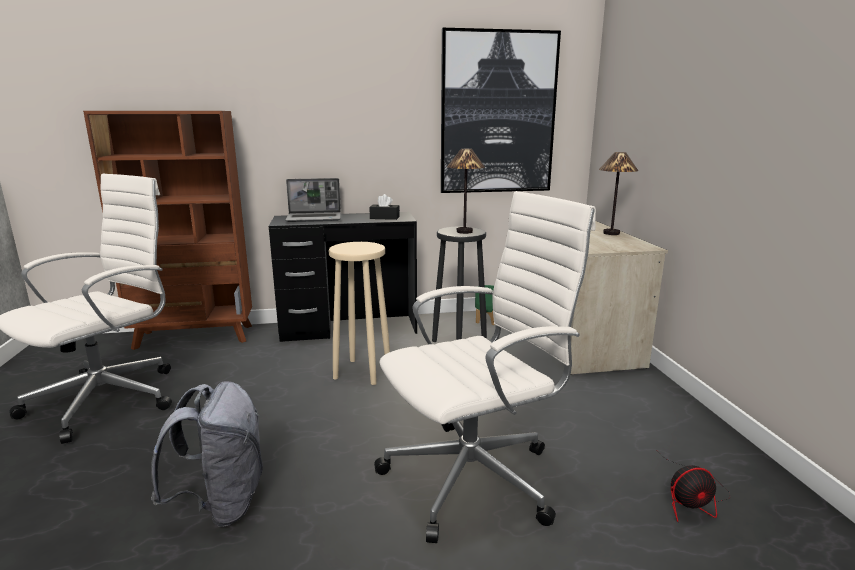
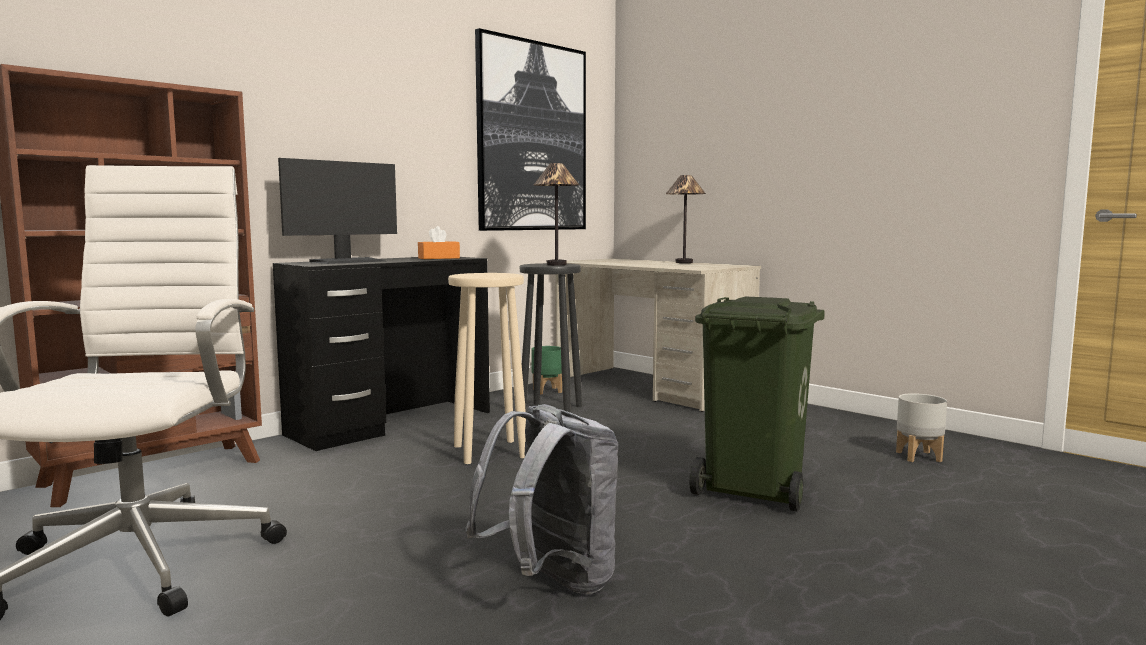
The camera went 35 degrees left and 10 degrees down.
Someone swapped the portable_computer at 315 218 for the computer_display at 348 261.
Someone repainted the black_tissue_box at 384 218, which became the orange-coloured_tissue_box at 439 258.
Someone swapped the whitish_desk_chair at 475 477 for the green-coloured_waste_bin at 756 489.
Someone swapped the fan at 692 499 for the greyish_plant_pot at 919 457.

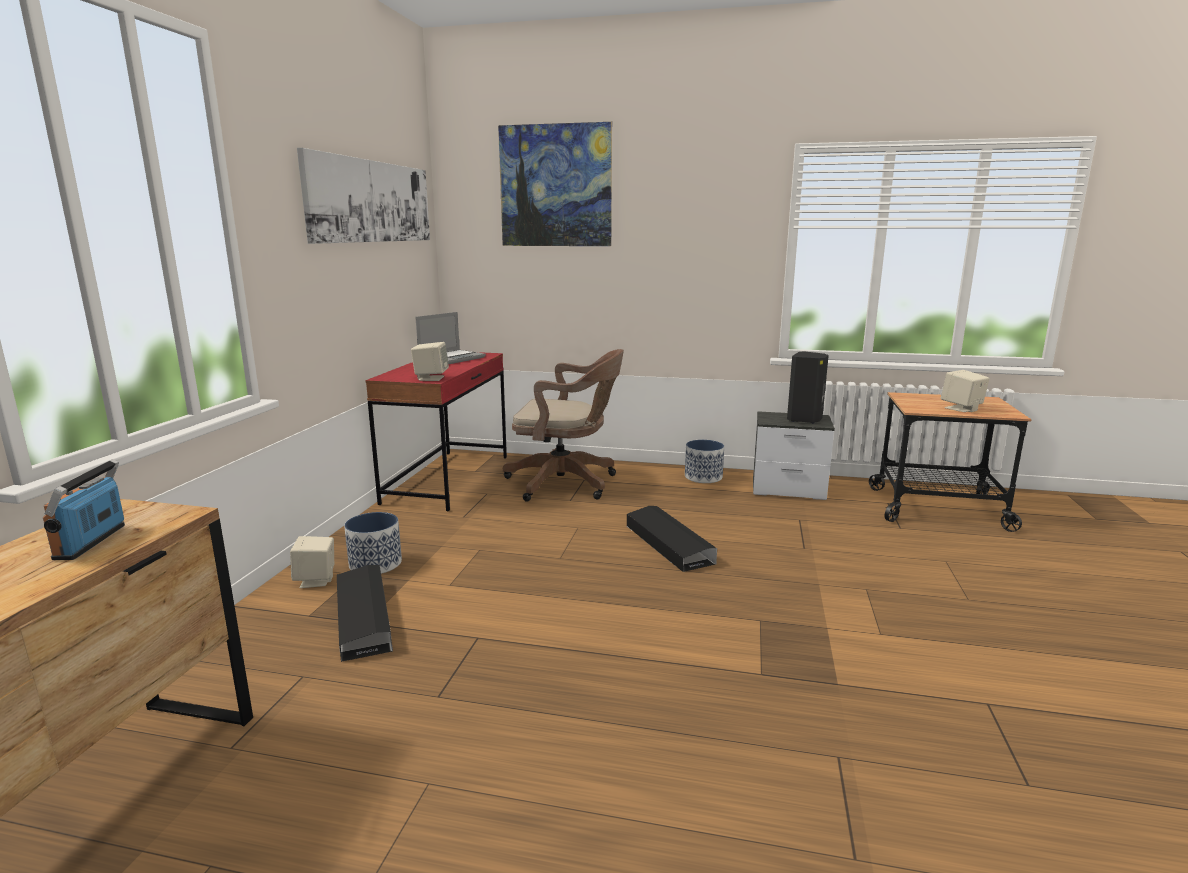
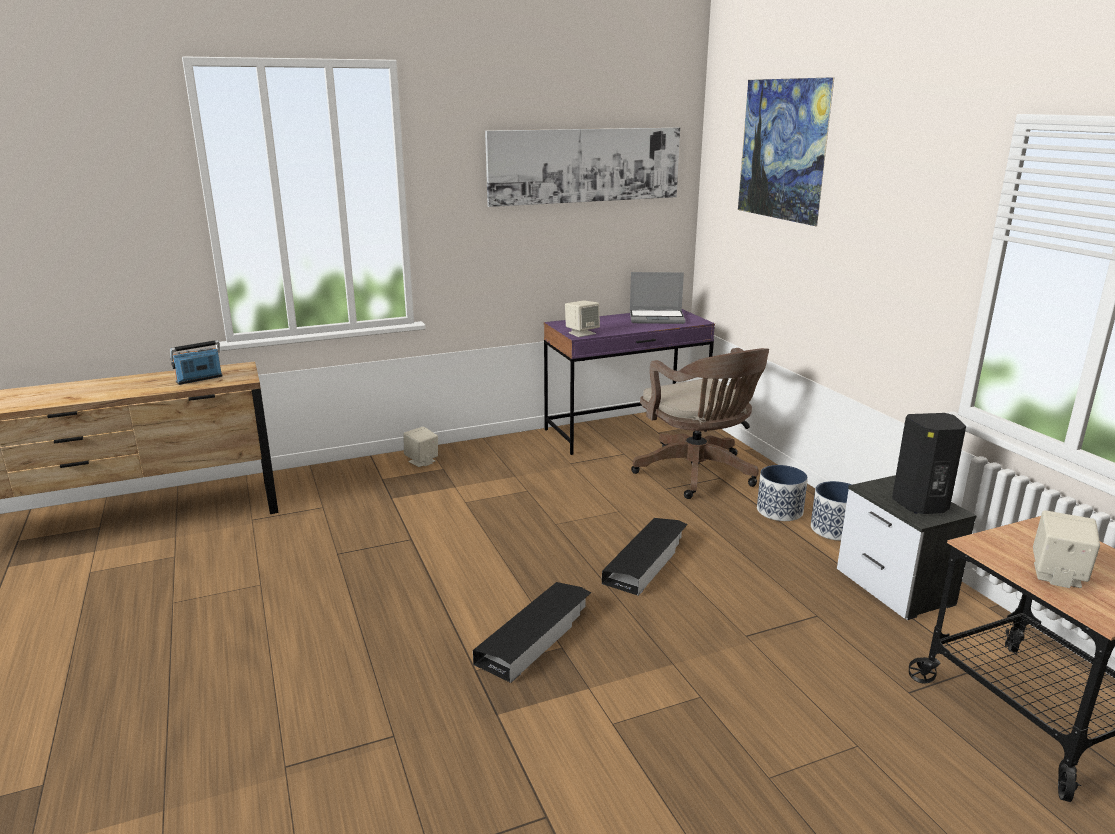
The camera went 55 degrees right and 5 degrees up.
Someone carried the black_storage_bin from 363 618 to 535 636.
Someone repainted the red-coloured_desk at 448 479, which became the purplish_desk at 625 430.
Someone carried the plant_pot from 375 564 to 779 511.

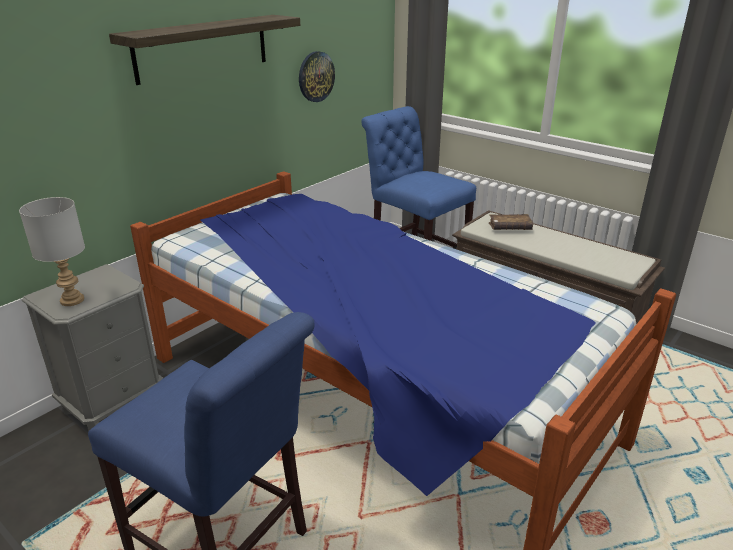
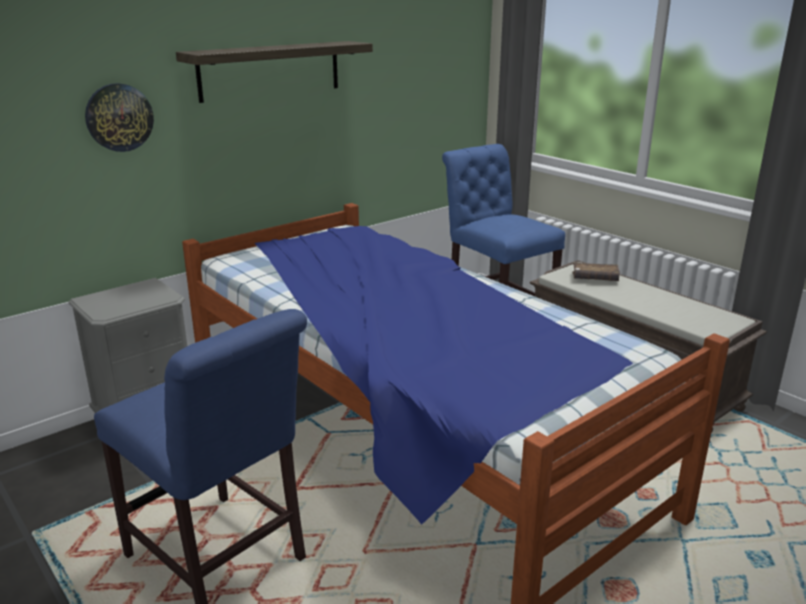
The camera went 10 degrees right and 5 degrees down.
Someone carried the clock_on_the_wall from 316 76 to 119 117.
Someone took away the greyish_lamp_for_a_table at 73 300.

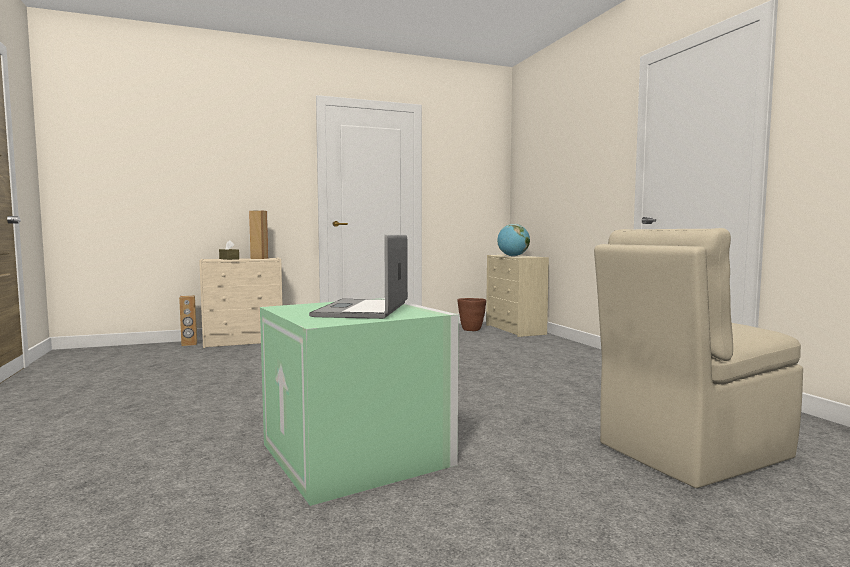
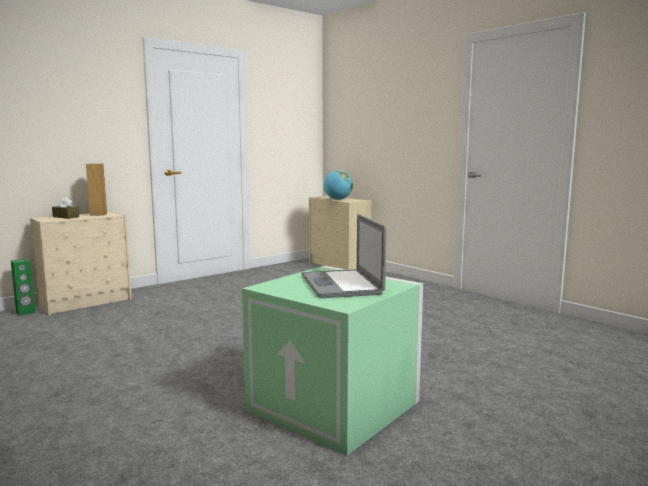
The camera went 20 degrees left and 5 degrees up.
Someone repainted the brownish_loudspeaker at 189 344, which became the green-coloured_loudspeaker at 25 312.
Someone took away the brownish_plant_pot at 471 330.
Someone took away the beige-coloured_upright_chair at 690 451.

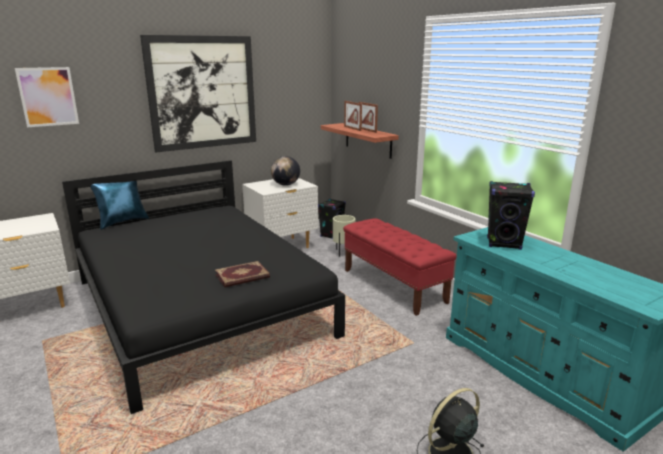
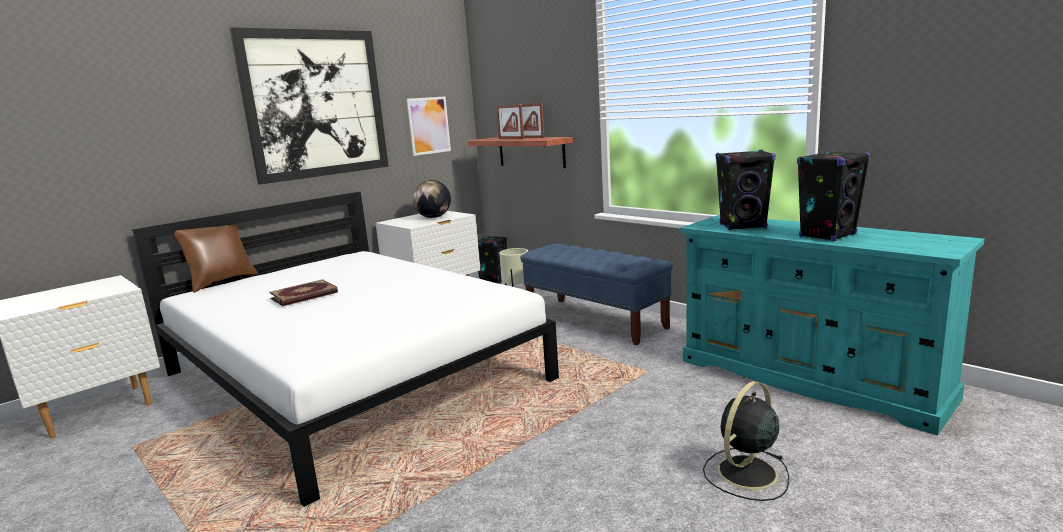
The camera went 10 degrees left and 5 degrees down.
Someone repainted the black_bed at 200 306, which became the whitish_bed at 352 376.
Someone repainted the bluish_throw_pillow at 122 222, which became the brownish_throw_pillow at 221 282.
Someone carried the book from 242 276 to 304 296.
Someone carried the wall_picture from 48 97 to 429 125.
Someone repainted the red-coloured_bench at 394 286, which became the bluish_bench at 595 320.
Someone put down the black_loudspeaker at 827 236.

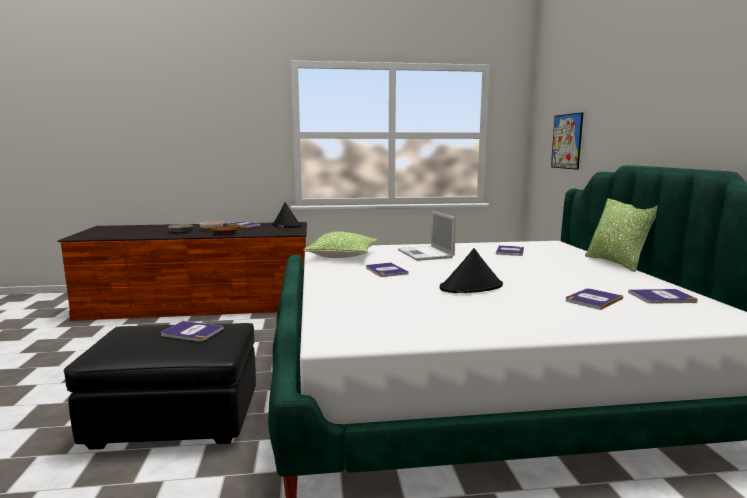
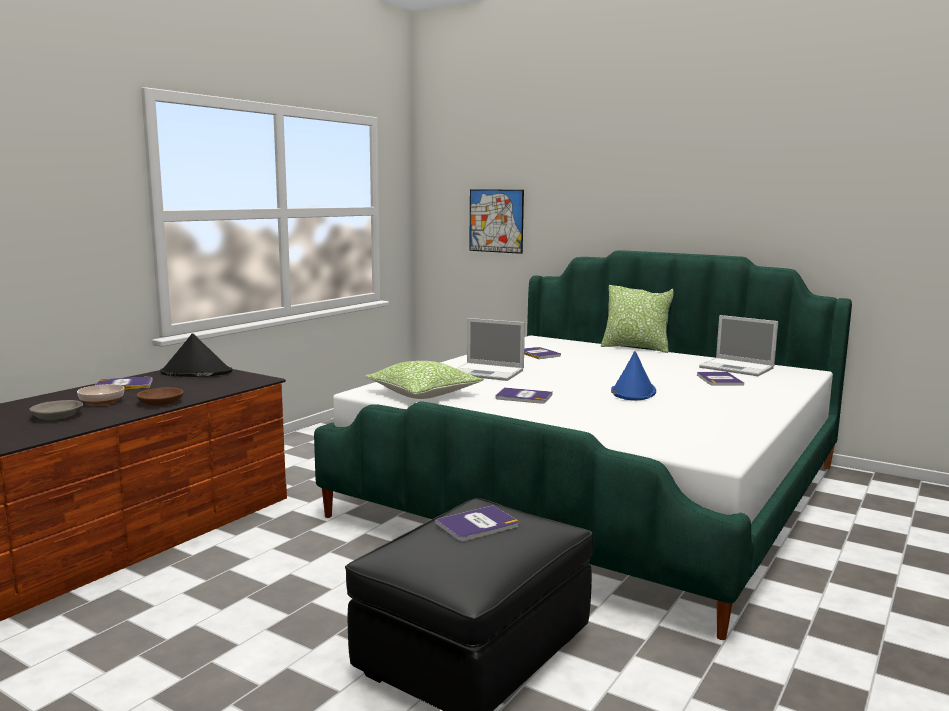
The camera went 50 degrees left and 0 degrees up.
Someone repainted the black_hat at 471 287, which became the bluish_hat at 633 392.
Someone swapped the book at 662 297 for the portable_computer at 738 368.

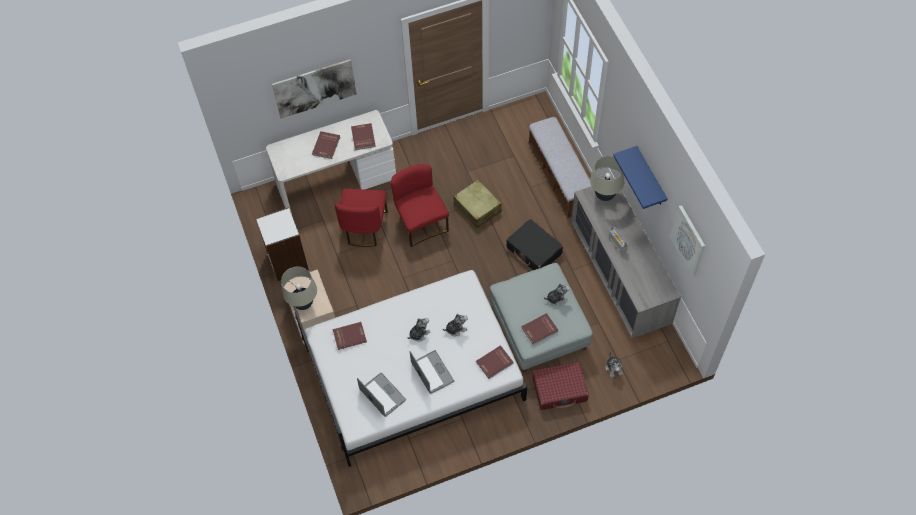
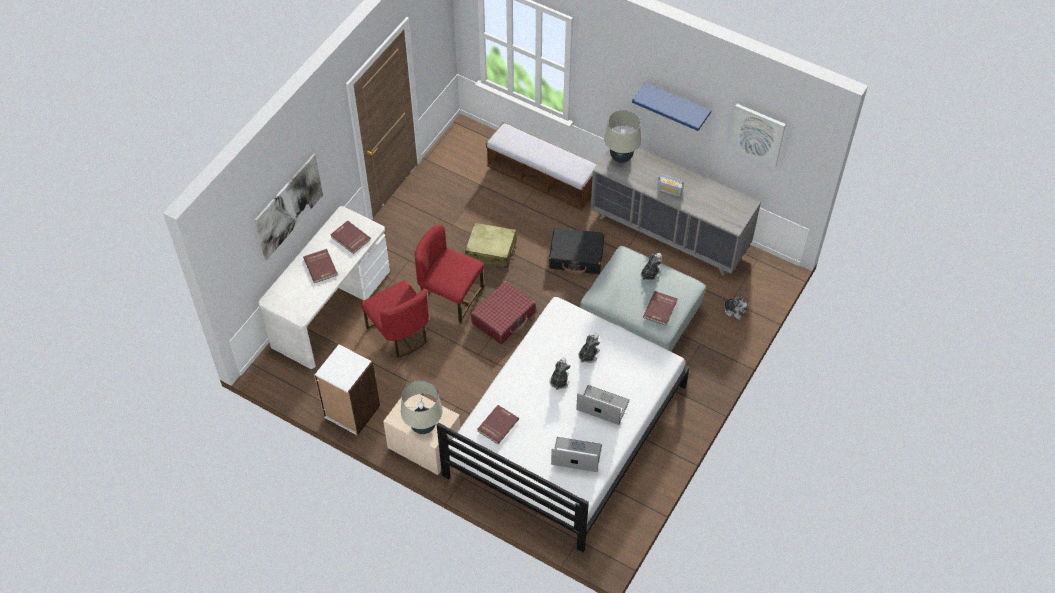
The camera went 40 degrees left and 5 degrees down.
Someone carried the red-coloured_suitcase from 559 389 to 503 318.
Someone took away the red-coloured_book at 495 363.

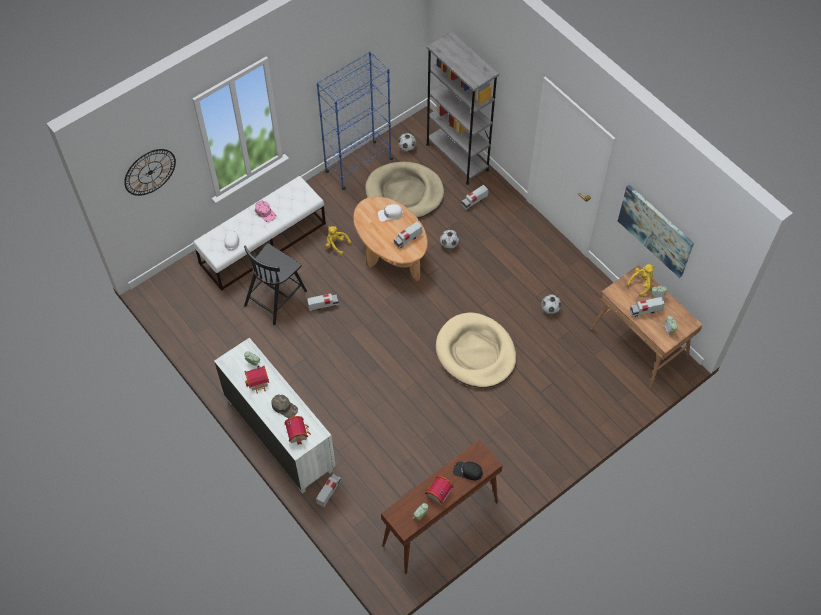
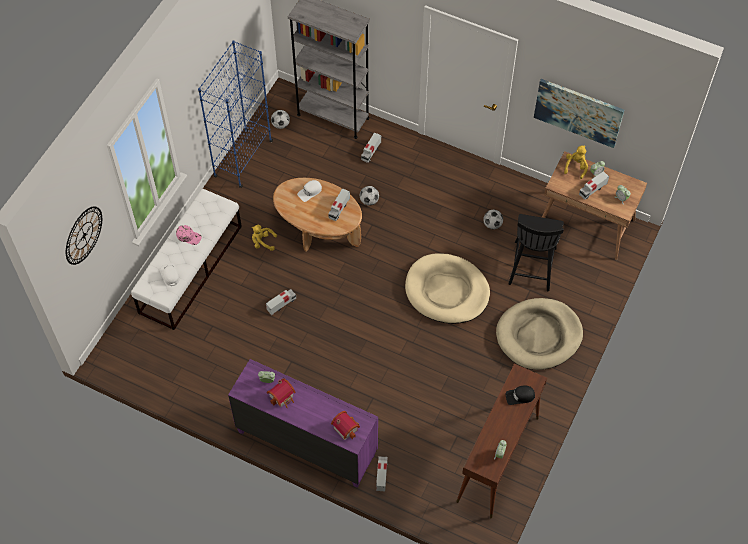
The camera went 25 degrees left and 0 degrees up.
Someone repainted the whitish_dresser at 280 434, which became the purplish_dresser at 306 442.
Someone carried the beige-coloured_dog_bed from 404 193 to 538 335.
Someone carried the black_upright_chair from 276 297 to 532 265.
Someone took away the green-coloured_cap at 284 407.
Someone took away the model_house at 437 493.

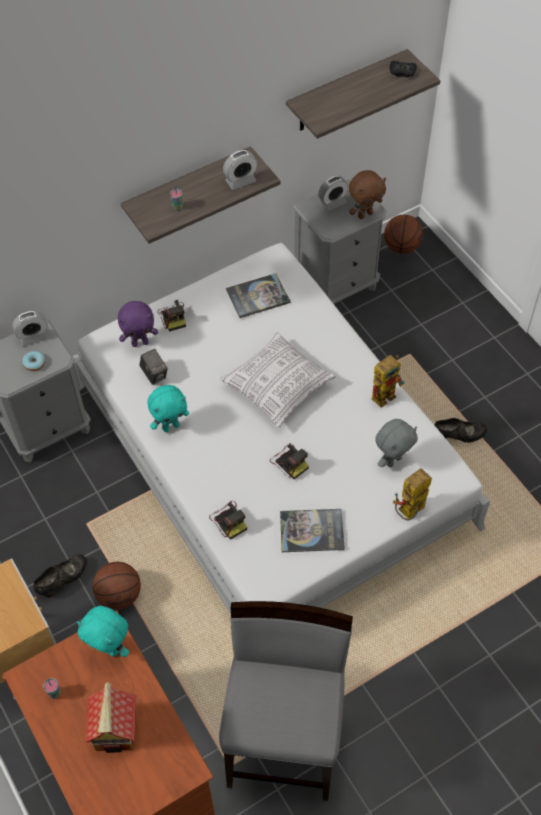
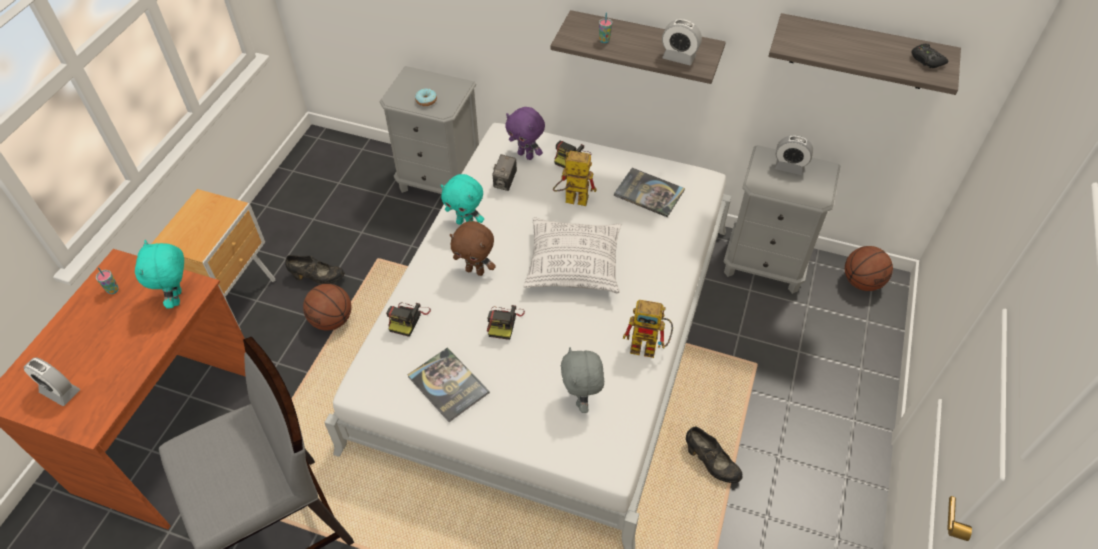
The camera went 50 degrees right and 5 degrees down.
Someone carried the alarm_clock from 33 337 to 60 391.
Someone carried the brownish_cuddly_toy from 365 214 to 475 270.
Someone carried the model_robot from 409 513 to 571 200.
Someone rotated the greyish_cuddly_toy at 393 460 by 75 degrees clockwise.
Someone took away the model_house at 116 730.

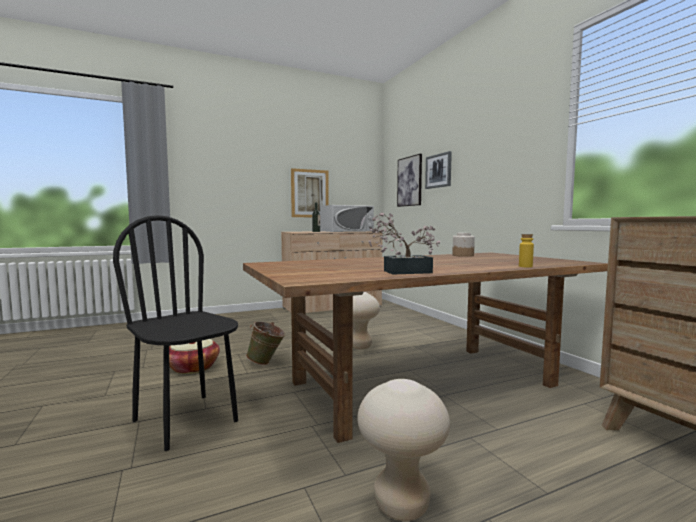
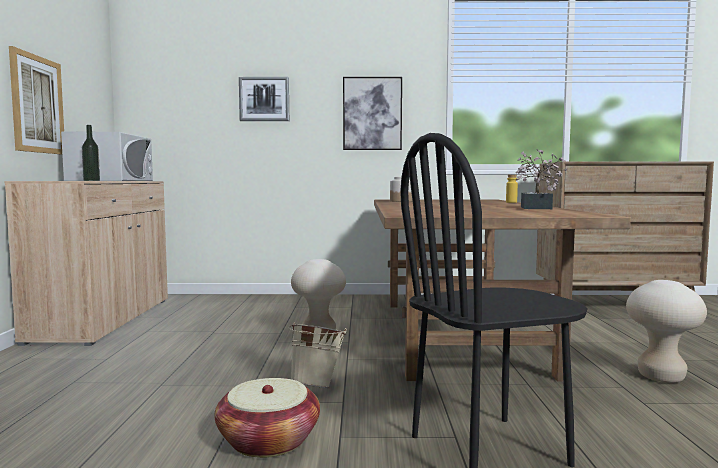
The camera went 65 degrees left and 0 degrees up.
Someone repainted the green-coloured_water_bucket at 267 363, which became the beige-coloured_water_bucket at 317 387.
Someone carried the wall_picture from 409 181 to 372 114.

